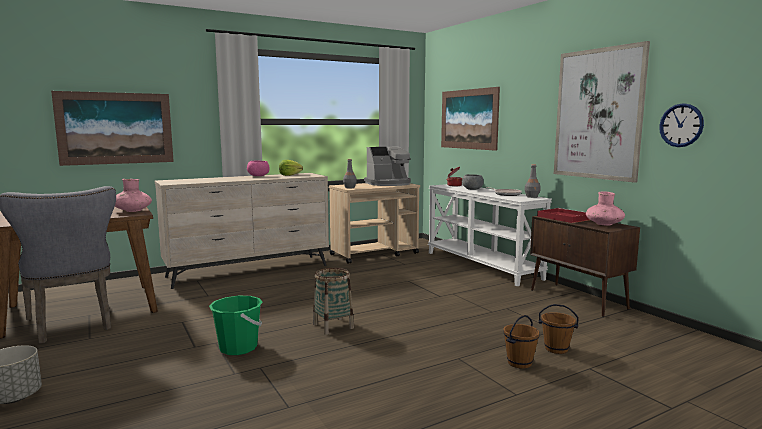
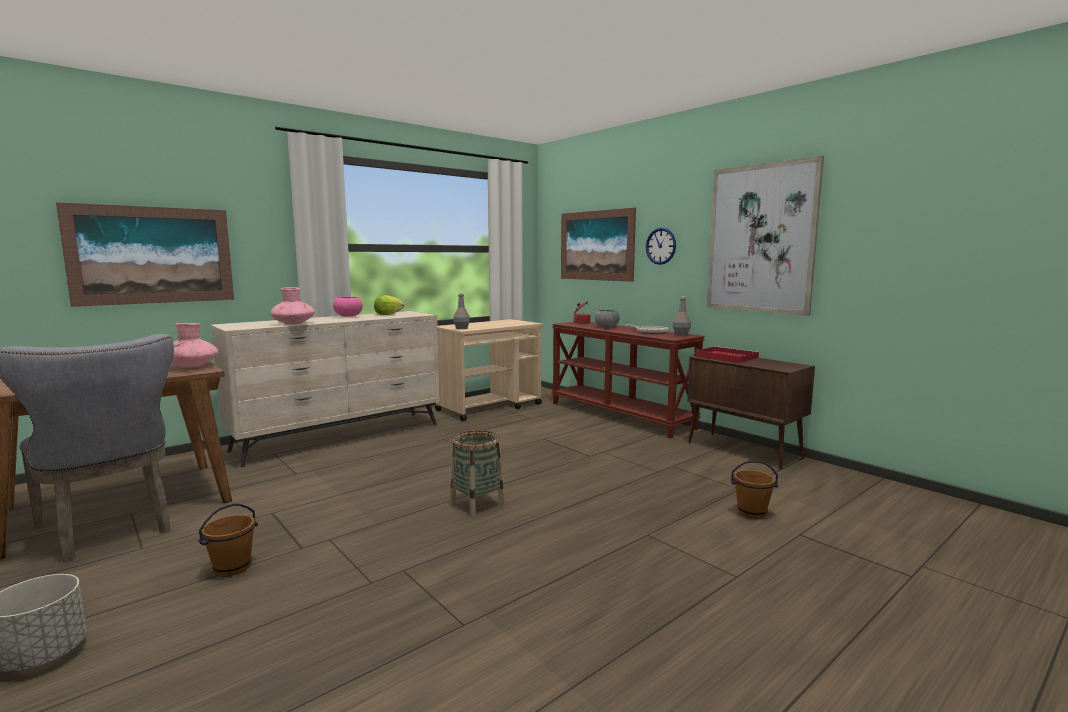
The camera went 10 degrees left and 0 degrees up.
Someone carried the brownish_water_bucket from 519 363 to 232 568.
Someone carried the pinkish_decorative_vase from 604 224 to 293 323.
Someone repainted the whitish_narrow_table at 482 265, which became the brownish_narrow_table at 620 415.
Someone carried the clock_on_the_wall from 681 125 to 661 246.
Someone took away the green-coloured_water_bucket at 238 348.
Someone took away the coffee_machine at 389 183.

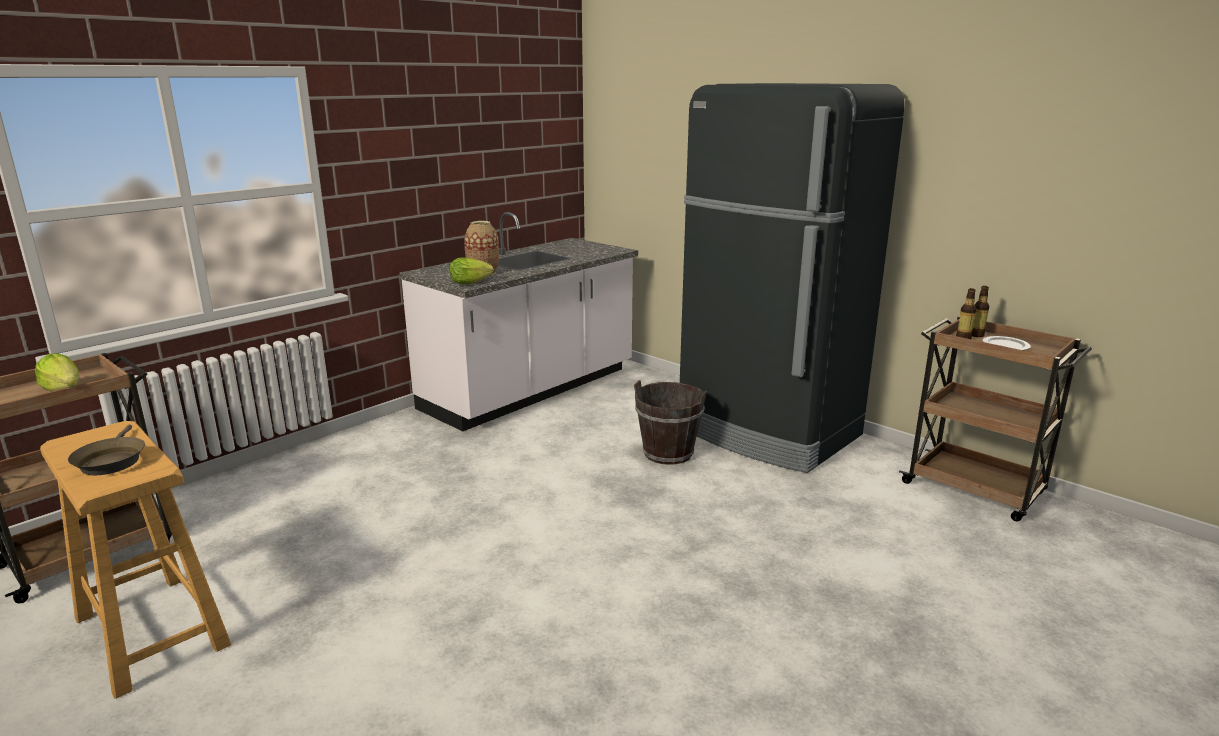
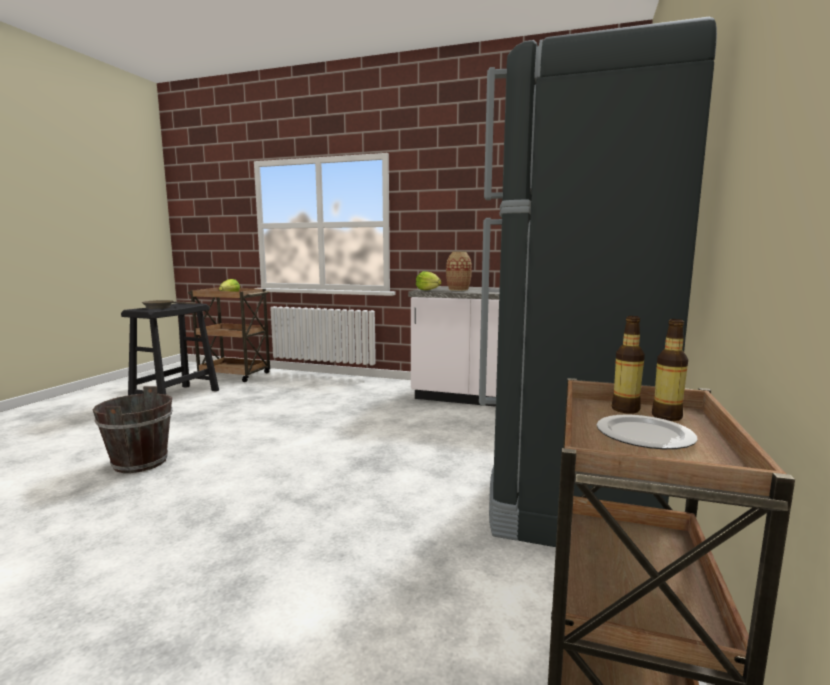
The camera went 65 degrees right and 10 degrees down.
Someone carried the brownish_water_bucket from 668 453 to 140 462.
Someone repainted the beige-coloured_stool at 151 631, which became the black_stool at 176 397.

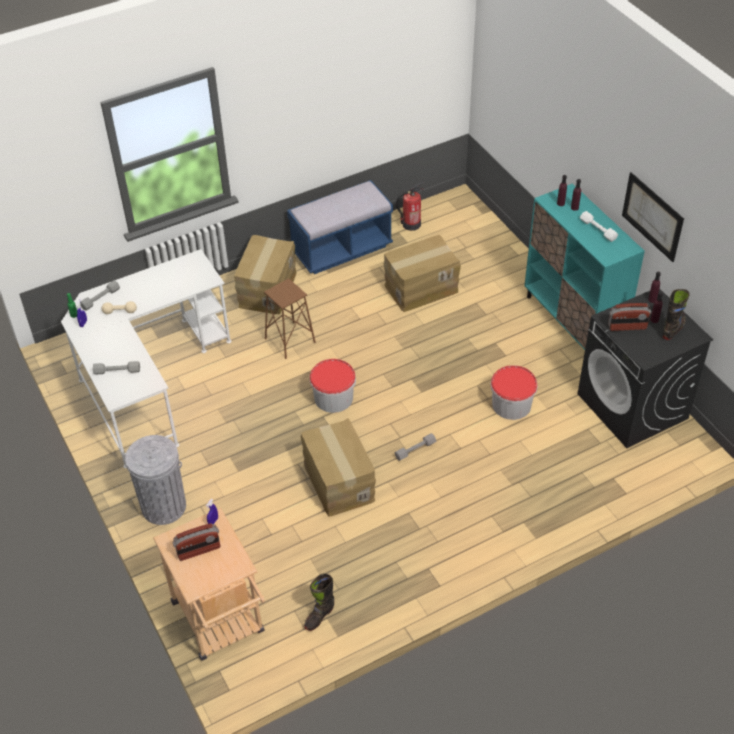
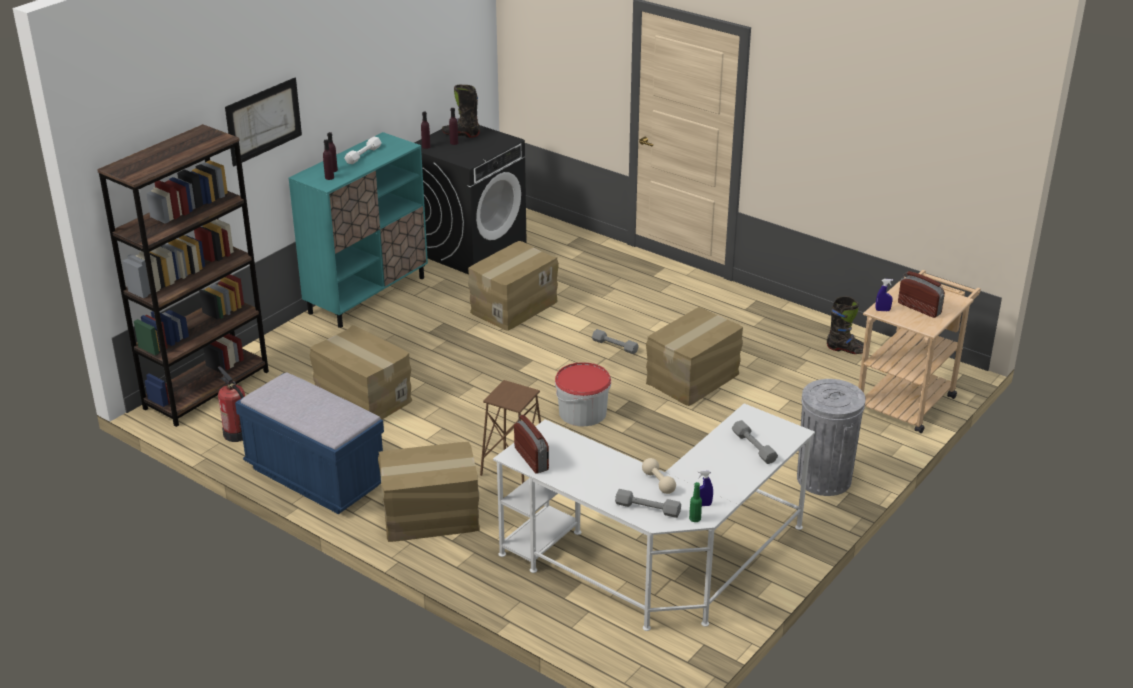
The camera went 115 degrees left and 15 degrees down.
Someone put down the brownish_bookcase at 207 389.
Someone carried the wall_picture from 652 216 to 264 121.
Someone swapped the water_bucket at 511 405 for the cardboard_box at 513 306.
Someone carried the radio_set from 627 327 to 532 459.

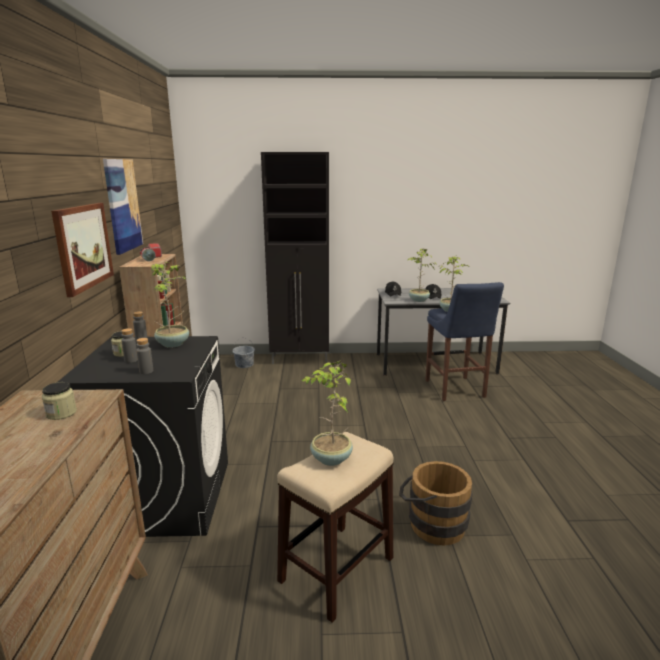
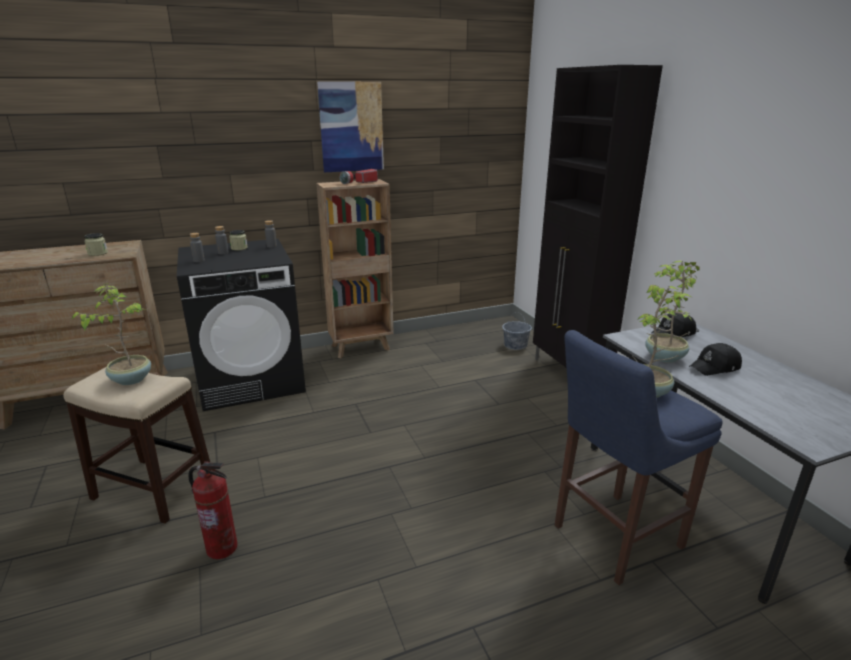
The camera went 70 degrees right and 5 degrees up.
Someone swapped the brownish_water_bucket at 431 523 for the extinguisher at 222 547.
Someone took away the wall_picture at 83 246.
Someone took away the houseplant at 174 344.

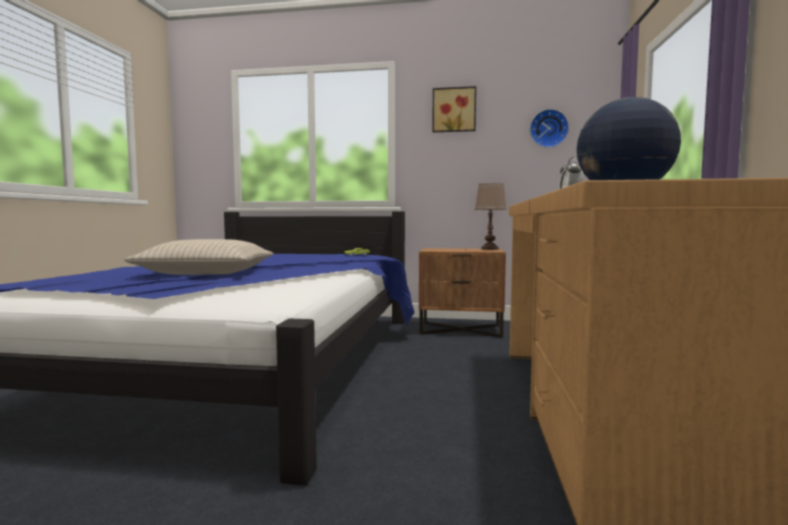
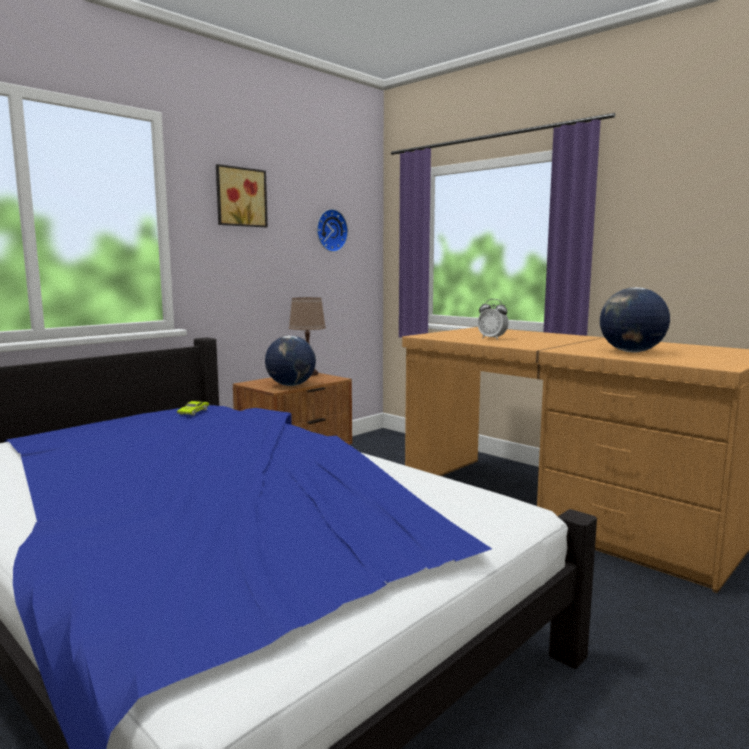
The camera went 55 degrees left and 5 degrees up.
Someone put down the desk_globe at 290 385.
Someone took away the beige-coloured_throw_pillow at 208 273.

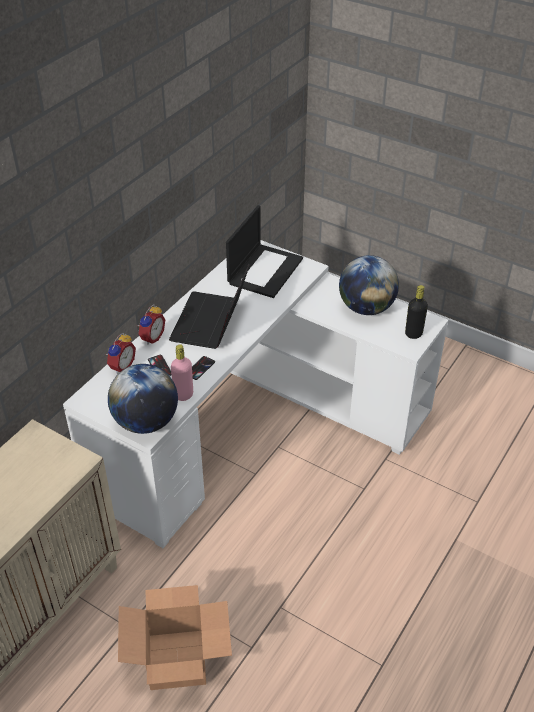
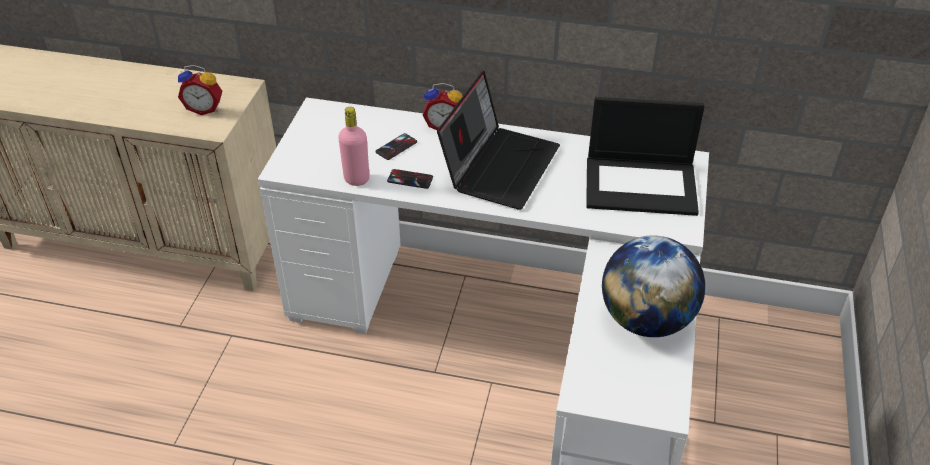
The camera went 70 degrees right and 0 degrees up.
Someone carried the alarm_clock from 121 366 to 205 108.
Someone rotated the portable_computer at 211 323 by 120 degrees clockwise.
Someone took away the desk_globe at 146 422.
Someone took away the cardboard_box at 176 659.
Someone took away the black_bottle at 413 334.

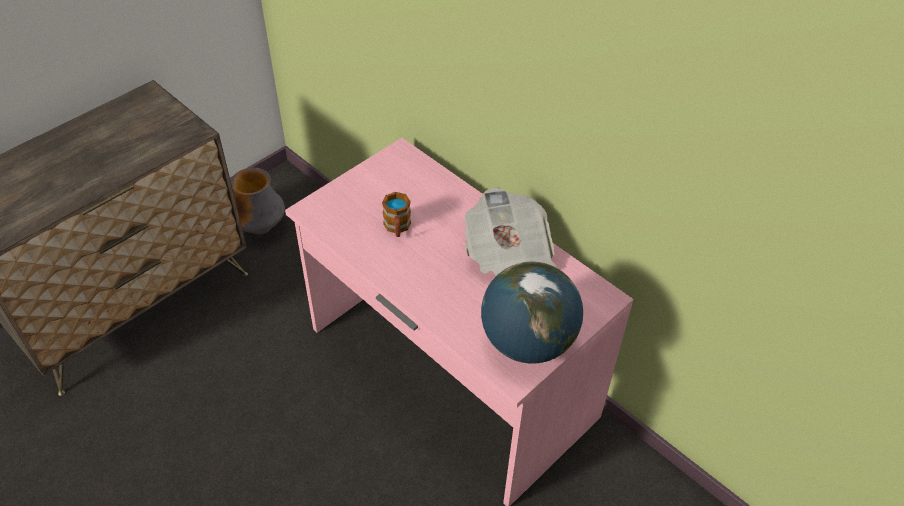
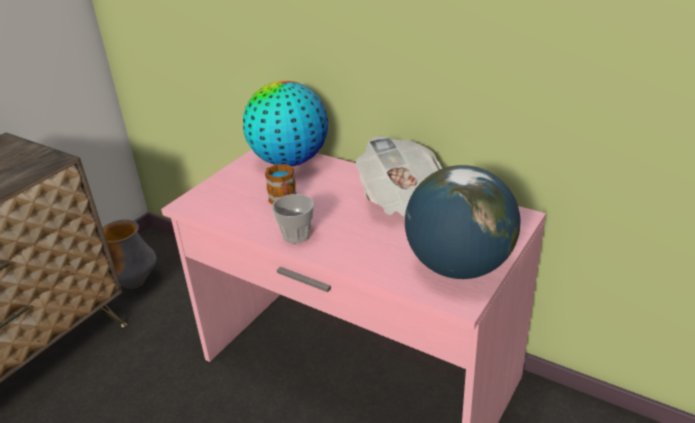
The camera went 10 degrees left and 15 degrees down.
Someone put down the desk_globe at 289 161.
Someone put down the small_cup at 296 235.

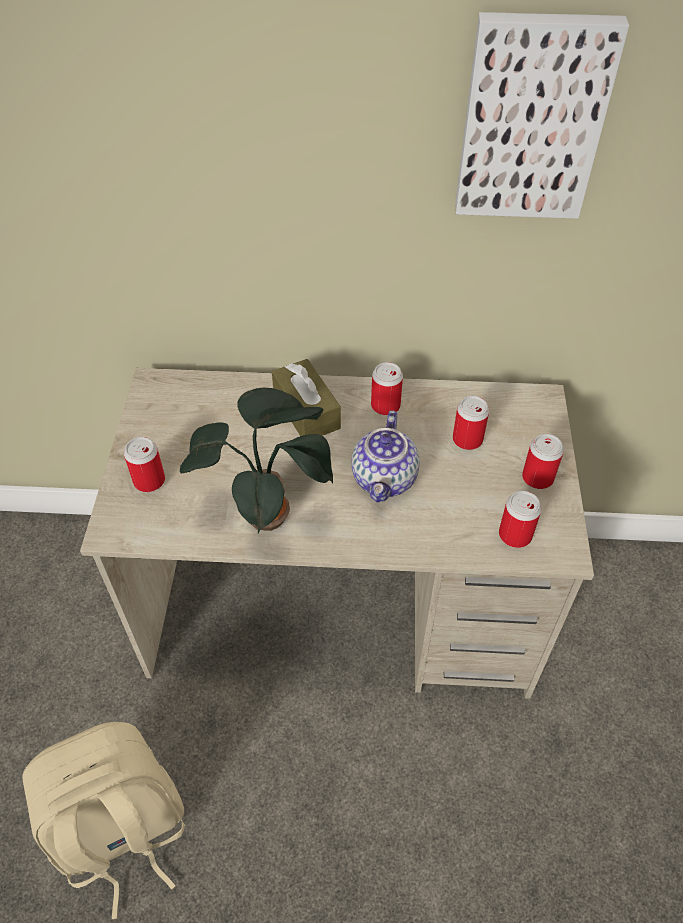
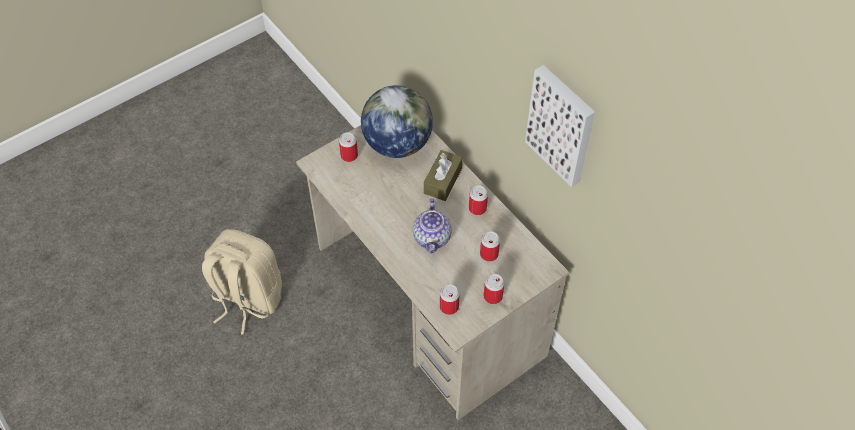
The camera went 50 degrees right and 5 degrees up.
Someone put down the desk_globe at 397 144.
Someone rotated the pot_for_tea at 385 479 by 60 degrees counterclockwise.
Someone took away the houseplant at 270 513.

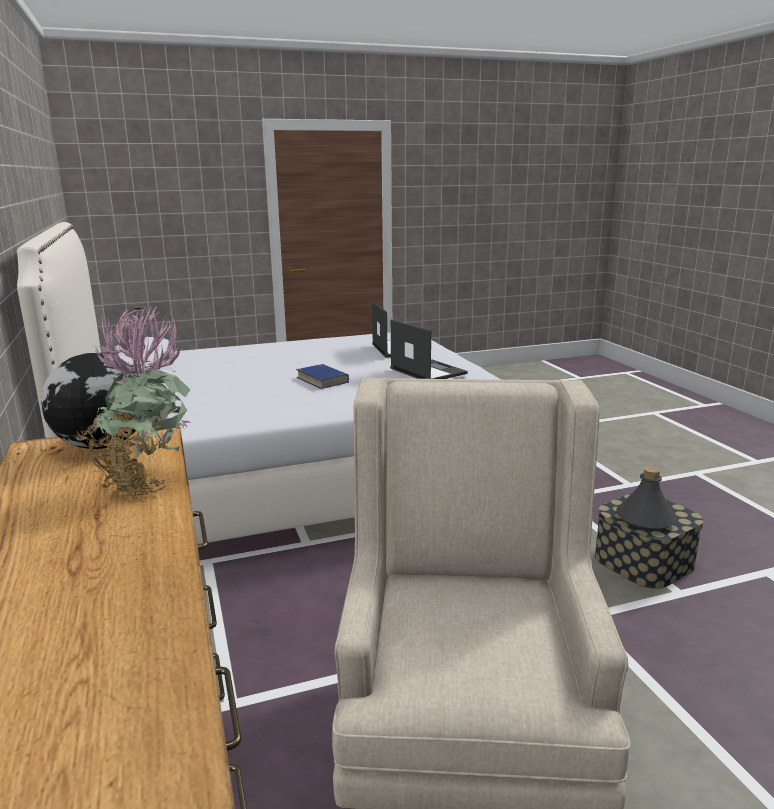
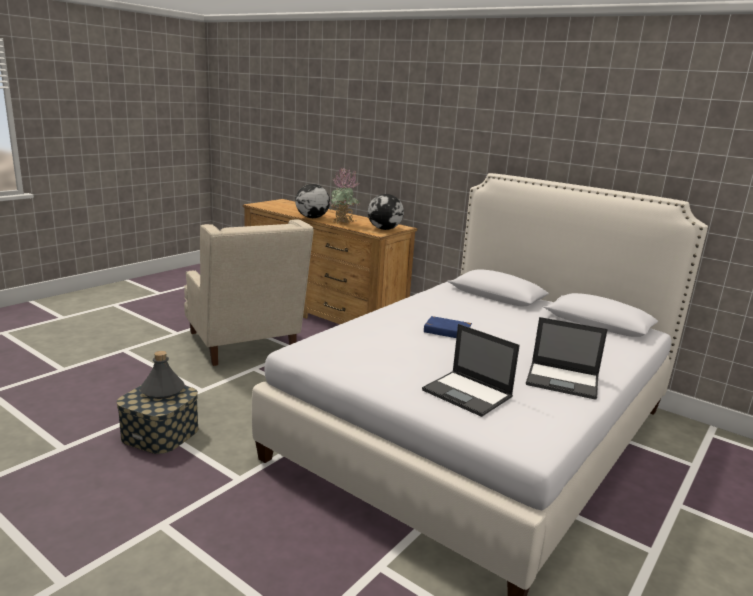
The camera went 145 degrees right and 0 degrees up.
Someone put down the desk_globe at 311 218.
Someone carried the portable_computer from 427 371 to 563 381.

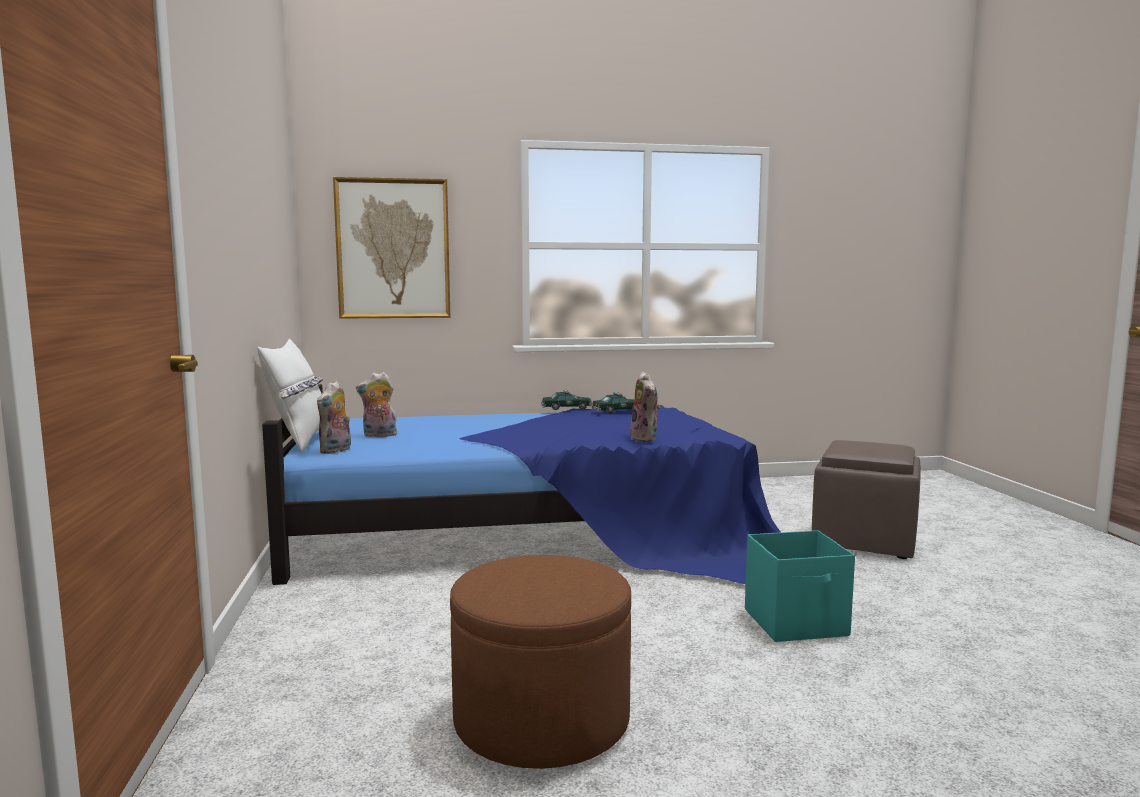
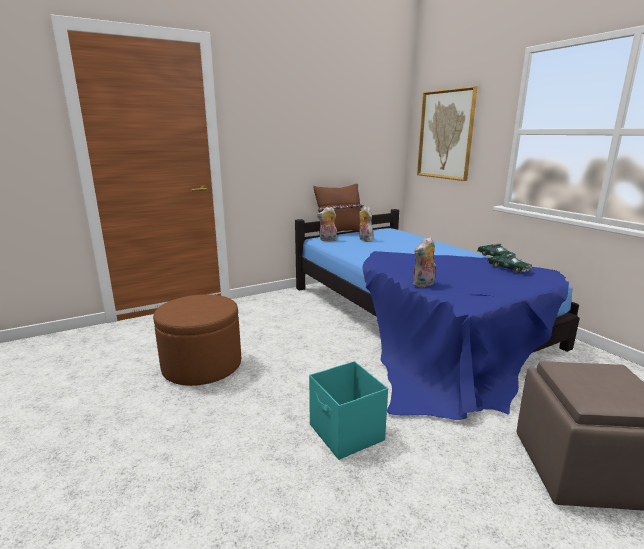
The camera went 70 degrees right and 10 degrees up.
Someone repainted the whitish_throw_pillow at 300 441, which became the brownish_throw_pillow at 339 233.

